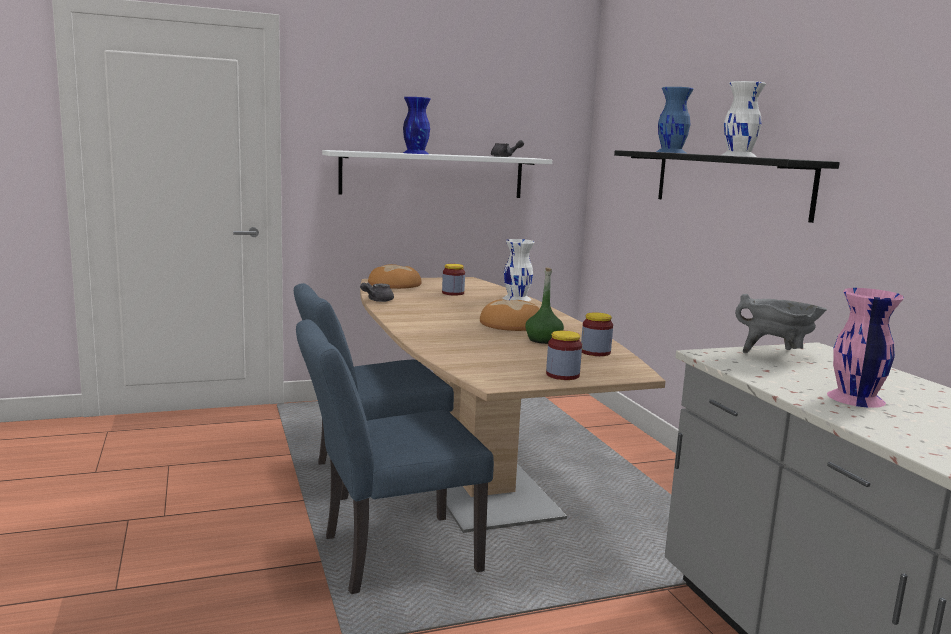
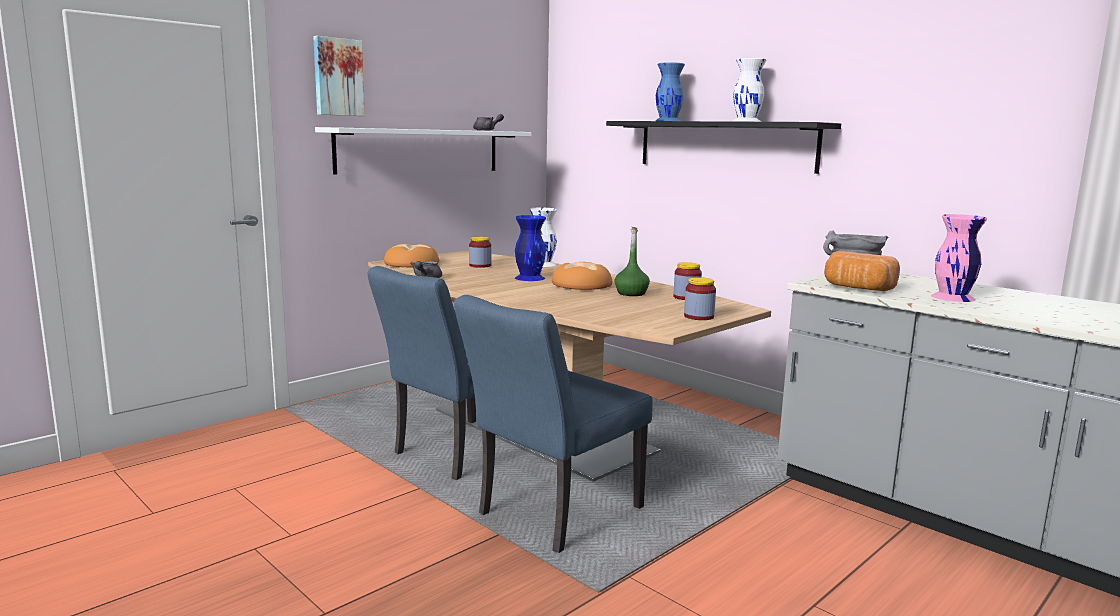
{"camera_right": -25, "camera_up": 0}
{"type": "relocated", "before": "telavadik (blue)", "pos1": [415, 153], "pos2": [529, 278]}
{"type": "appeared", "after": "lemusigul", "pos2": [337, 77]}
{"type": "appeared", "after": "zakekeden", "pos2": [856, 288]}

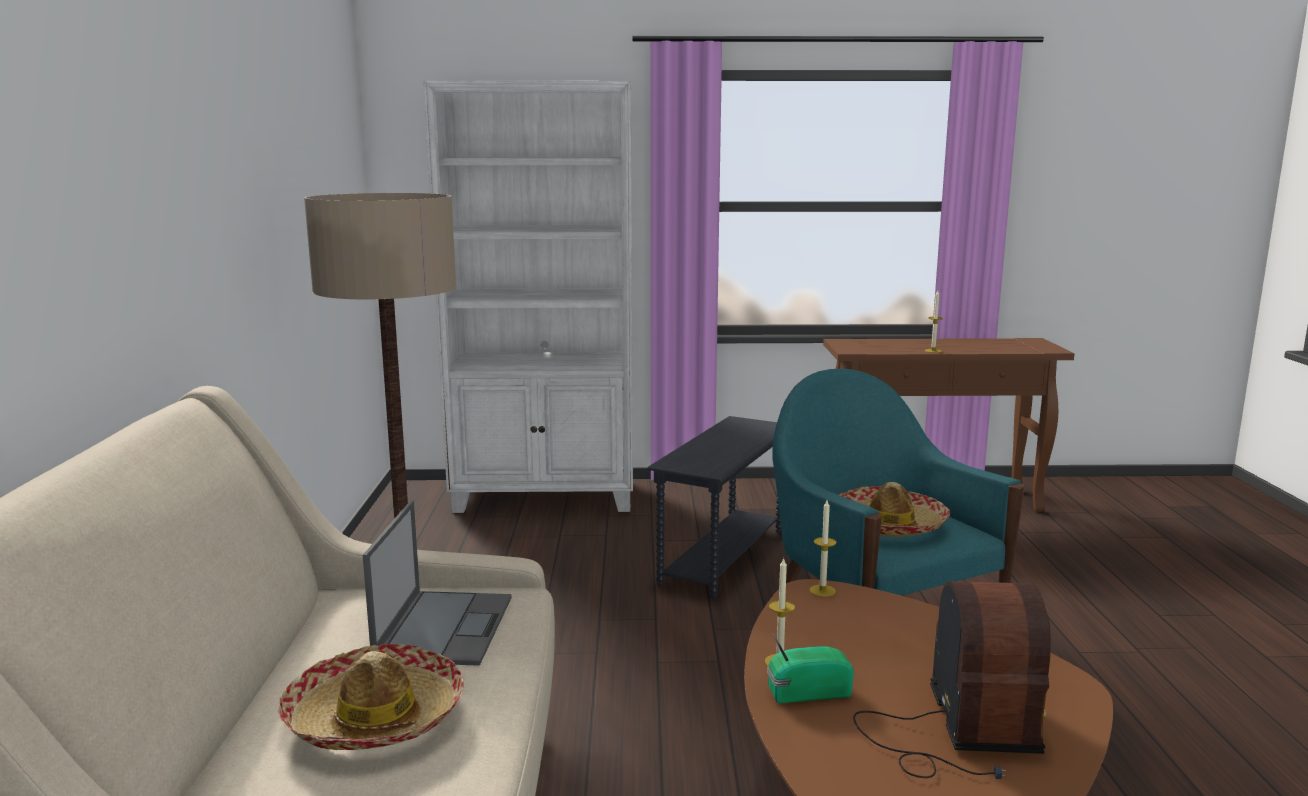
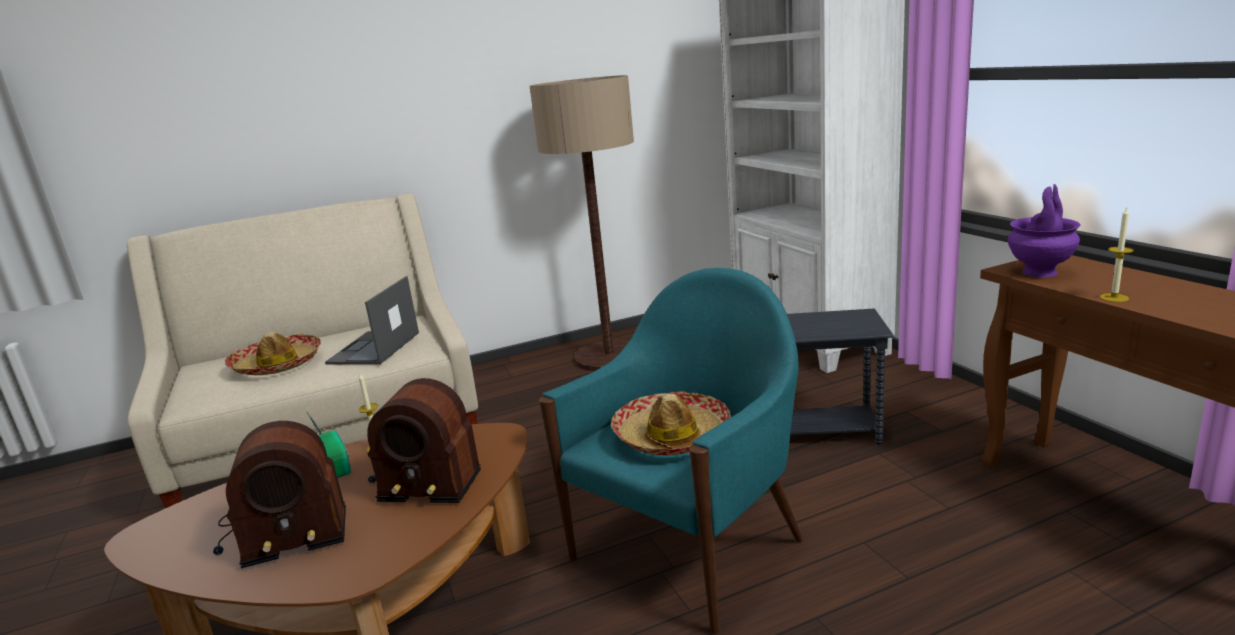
{"camera_right": 70, "camera_up": 5}
{"type": "spun", "before": "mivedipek", "pos1": [445, 627], "pos2": [374, 348], "turn": 120}
{"type": "missing", "before": "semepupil", "pos1": [822, 591]}
{"type": "appeared", "after": "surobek", "pos2": [425, 475]}
{"type": "appeared", "after": "telavadik (purple)", "pos2": [1039, 273]}

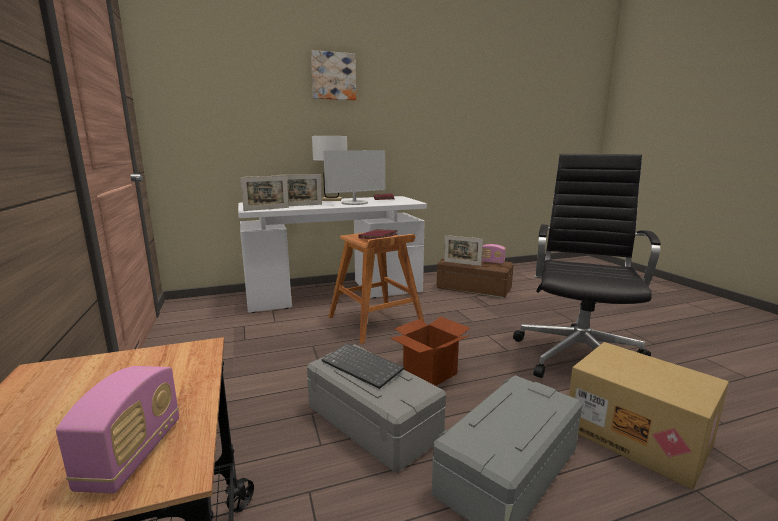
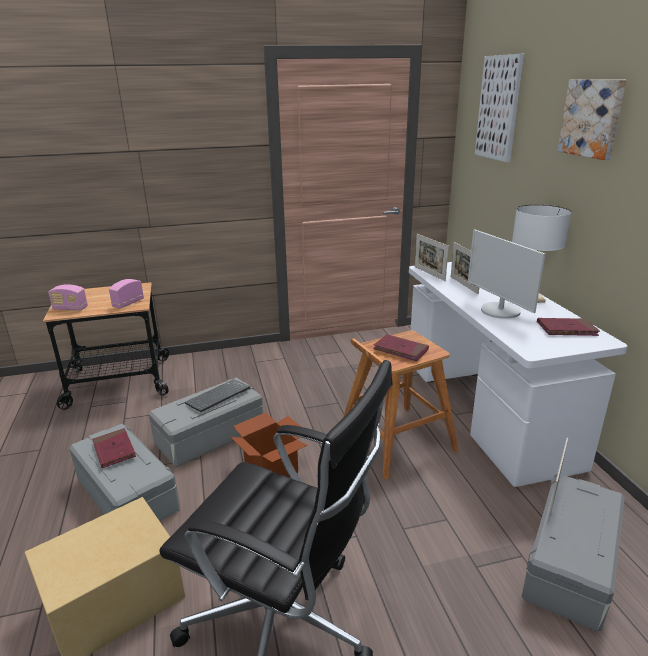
{"camera_right": 95, "camera_up": 10}
{"type": "colour", "before": "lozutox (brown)", "after": "lozutox (grey)", "pos1": [474, 288], "pos2": [571, 565]}
{"type": "relocated", "before": "surobek", "pos1": [491, 262], "pos2": [128, 303]}
{"type": "appeared", "after": "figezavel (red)", "pos2": [114, 450]}
{"type": "appeared", "after": "lemusigul", "pos2": [498, 108]}

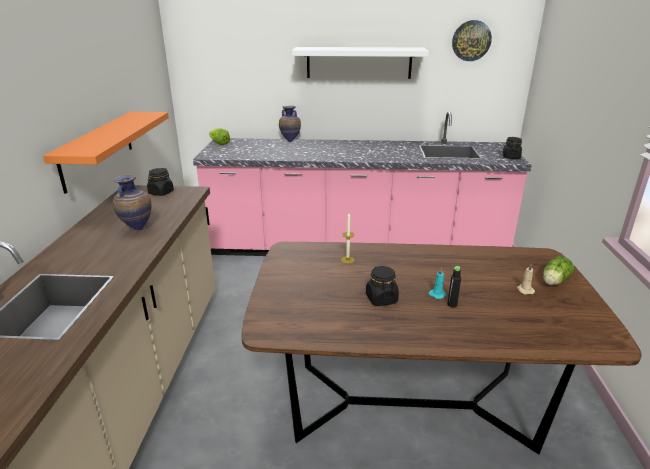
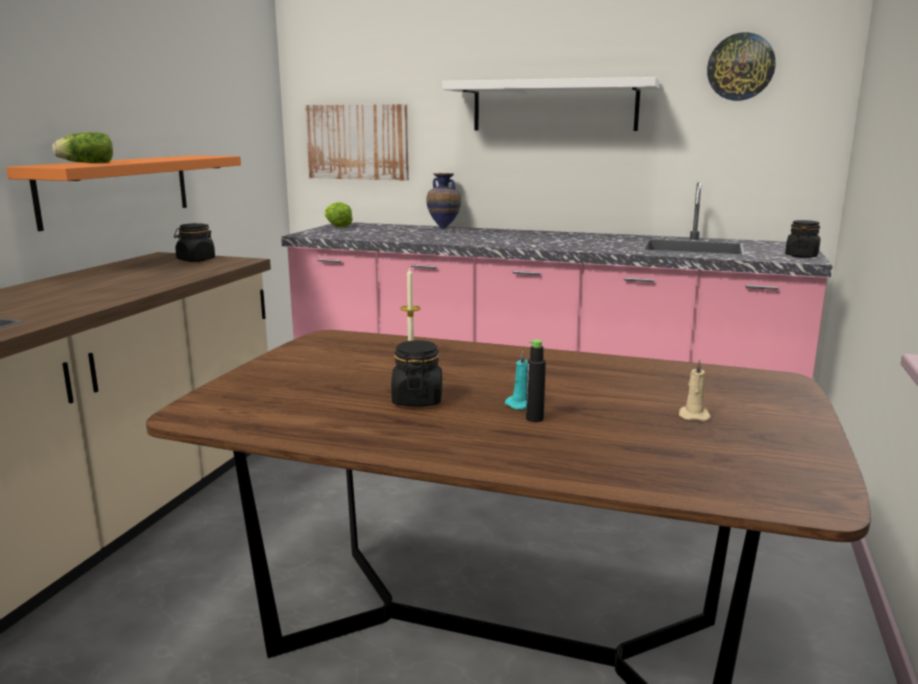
{"camera_right": 15, "camera_up": -10}
{"type": "missing", "before": "telavadik", "pos1": [137, 229]}
{"type": "relocated", "before": "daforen", "pos1": [553, 281], "pos2": [84, 163]}
{"type": "appeared", "after": "lemusigul", "pos2": [358, 142]}

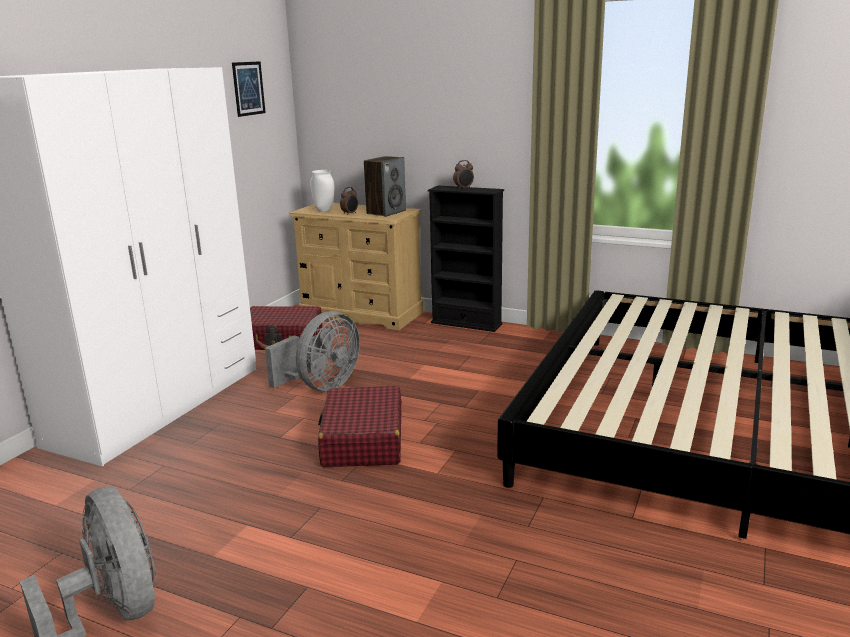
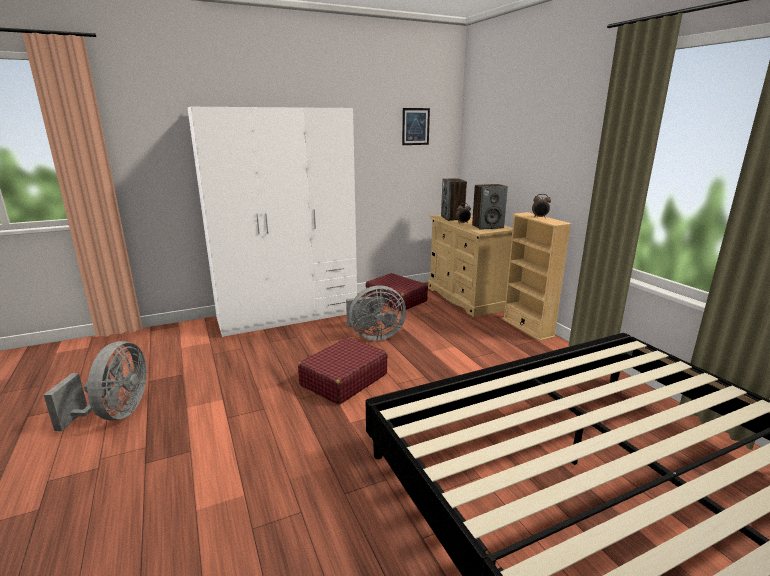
{"camera_right": 40, "camera_up": 0}
{"type": "exchanged", "before": "telavadik (white)", "after": "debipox", "pos1": [324, 210], "pos2": [452, 218]}
{"type": "colour", "before": "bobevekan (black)", "after": "bobevekan (beige)", "pos1": [466, 323], "pos2": [527, 328]}

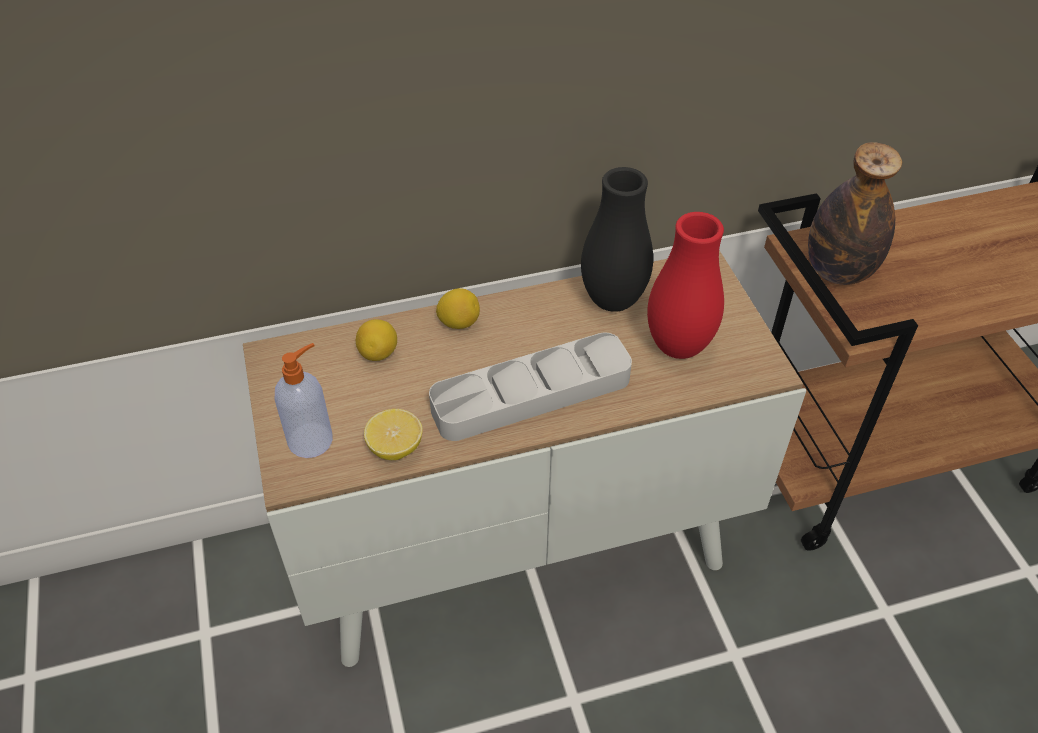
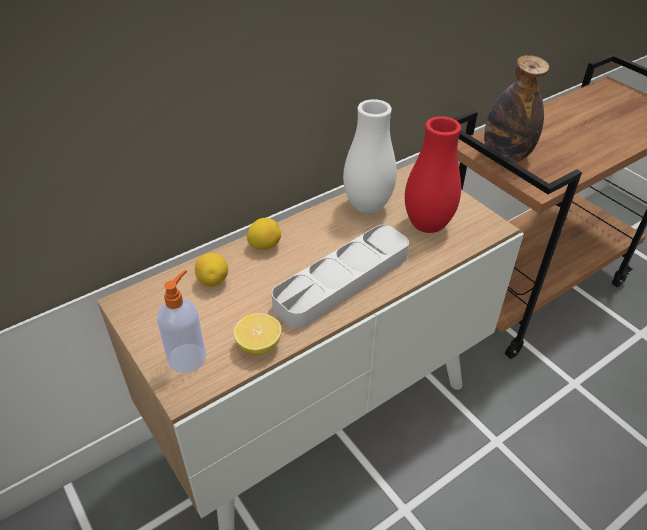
{"camera_right": -20, "camera_up": -5}
{"type": "colour", "before": "telavadik (black)", "after": "telavadik (white)", "pos1": [613, 300], "pos2": [367, 206]}

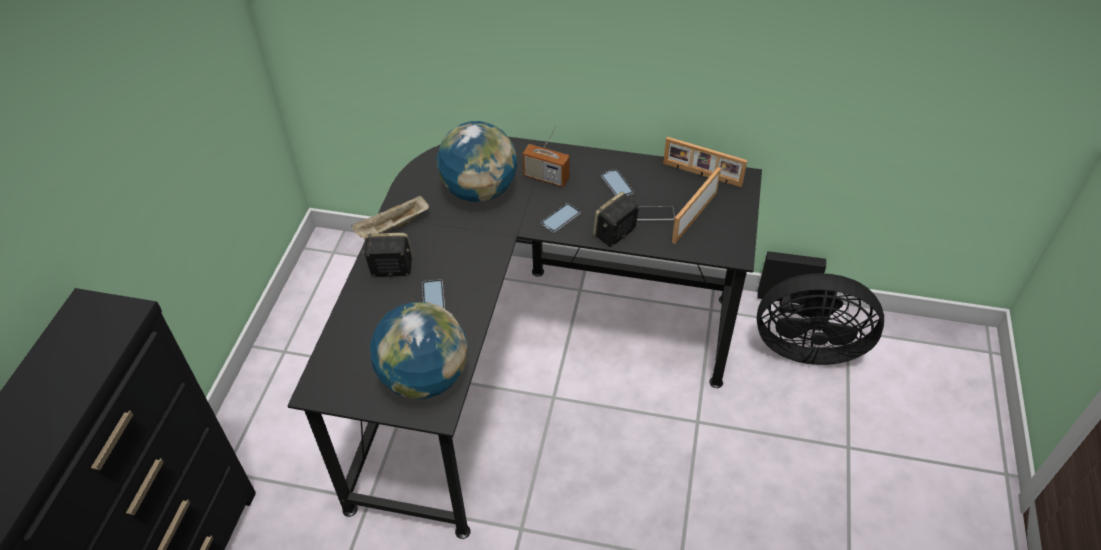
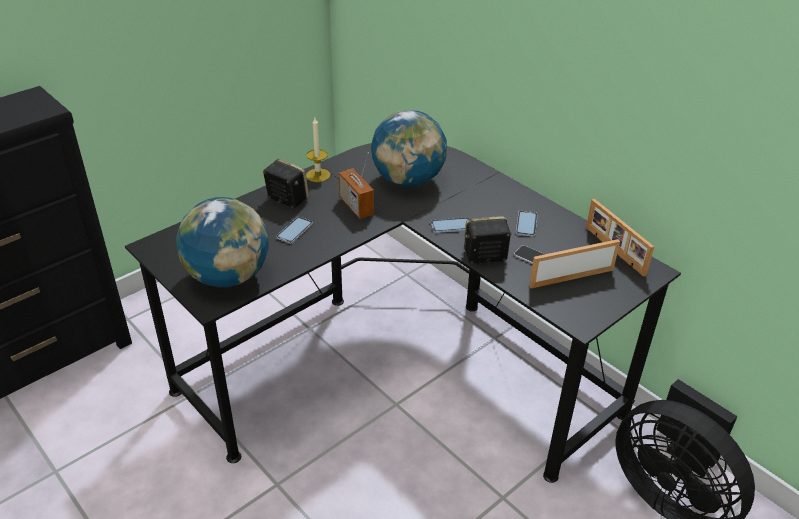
{"camera_right": 35, "camera_up": -10}
{"type": "exchanged", "before": "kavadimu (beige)", "after": "semepupil", "pos1": [392, 228], "pos2": [318, 175]}
{"type": "relocated", "before": "surobek", "pos1": [546, 177], "pos2": [356, 206]}

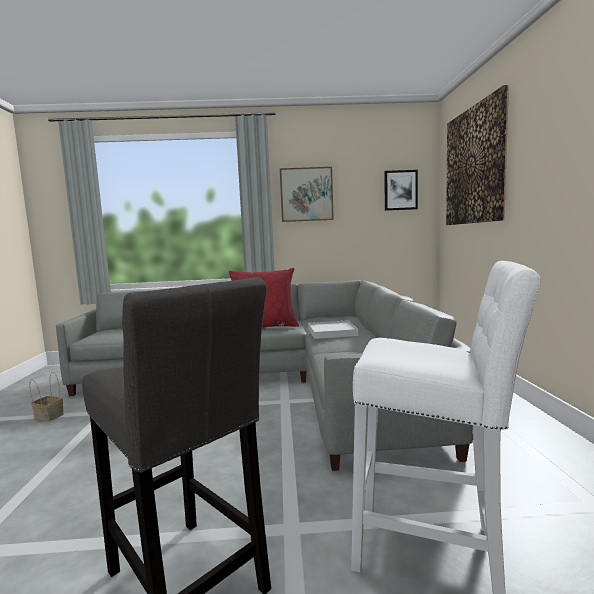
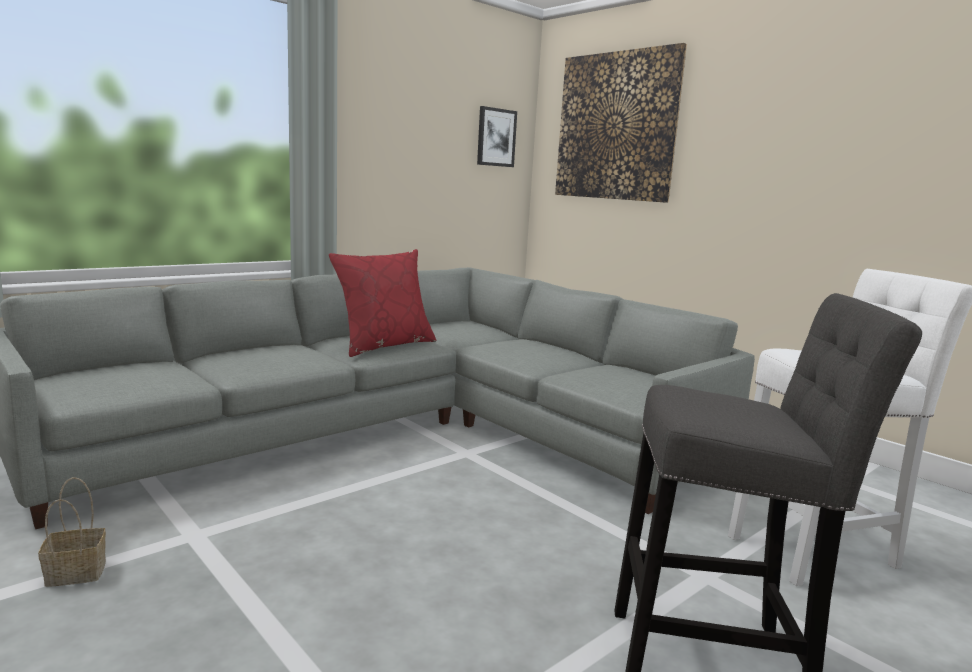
{"camera_right": -40, "camera_up": 5}
{"type": "missing", "before": "lemusigul", "pos1": [306, 194]}
{"type": "missing", "before": "kavadimu (white)", "pos1": [332, 332]}

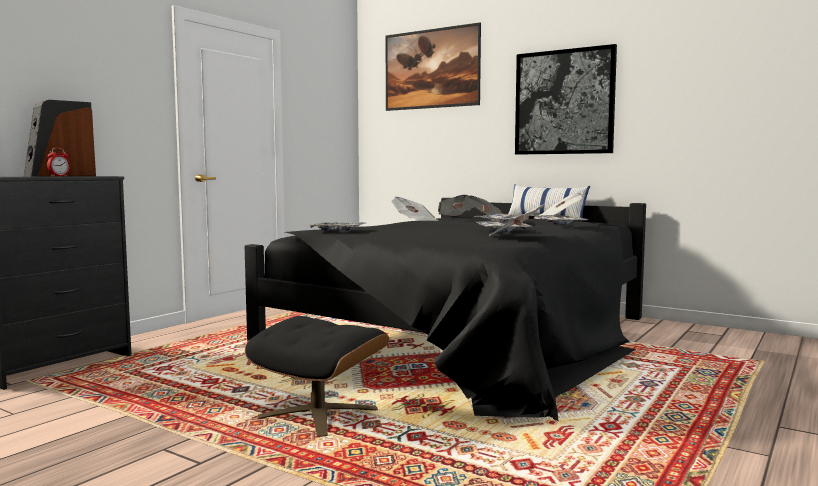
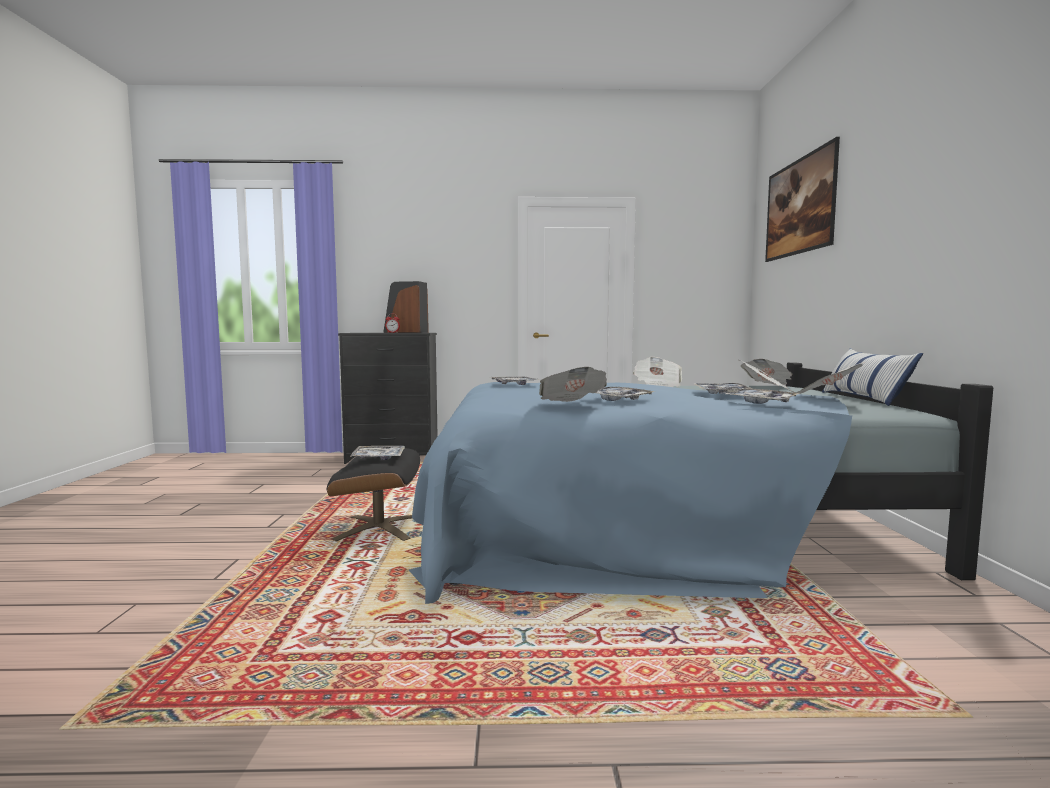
{"camera_right": 55, "camera_up": 0}
{"type": "colour", "before": "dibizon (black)", "after": "dibizon (blue)", "pos1": [472, 339], "pos2": [656, 523]}
{"type": "missing", "before": "lemusigul", "pos1": [564, 102]}
{"type": "appeared", "after": "kavadimu", "pos2": [378, 458]}

